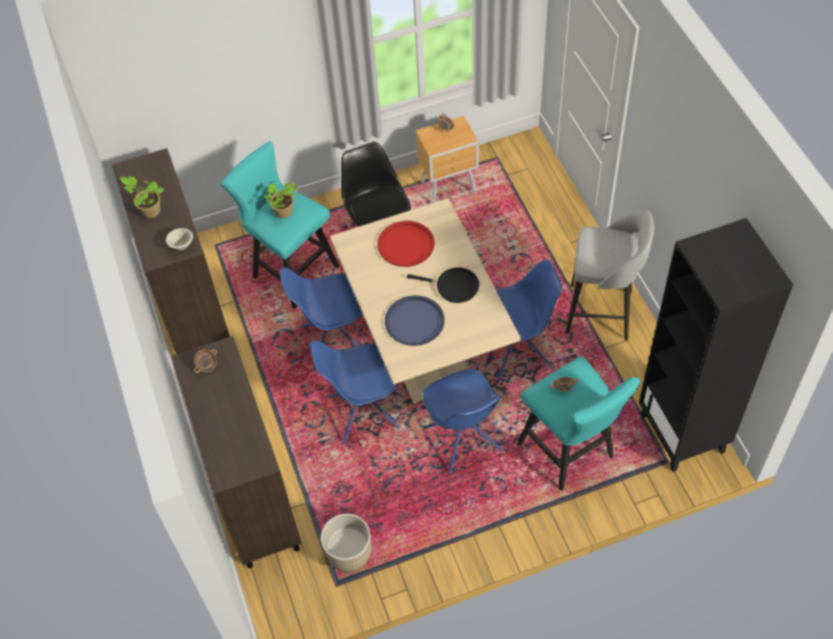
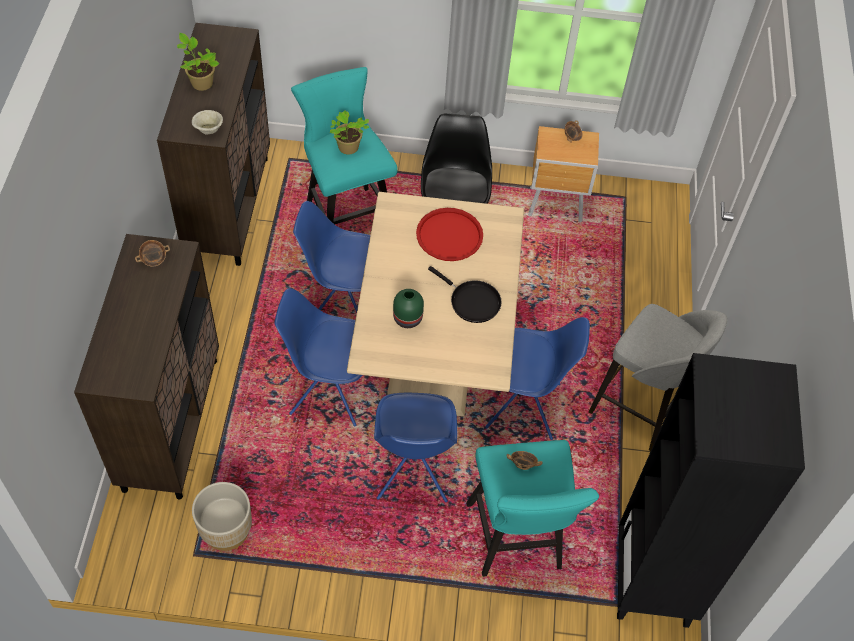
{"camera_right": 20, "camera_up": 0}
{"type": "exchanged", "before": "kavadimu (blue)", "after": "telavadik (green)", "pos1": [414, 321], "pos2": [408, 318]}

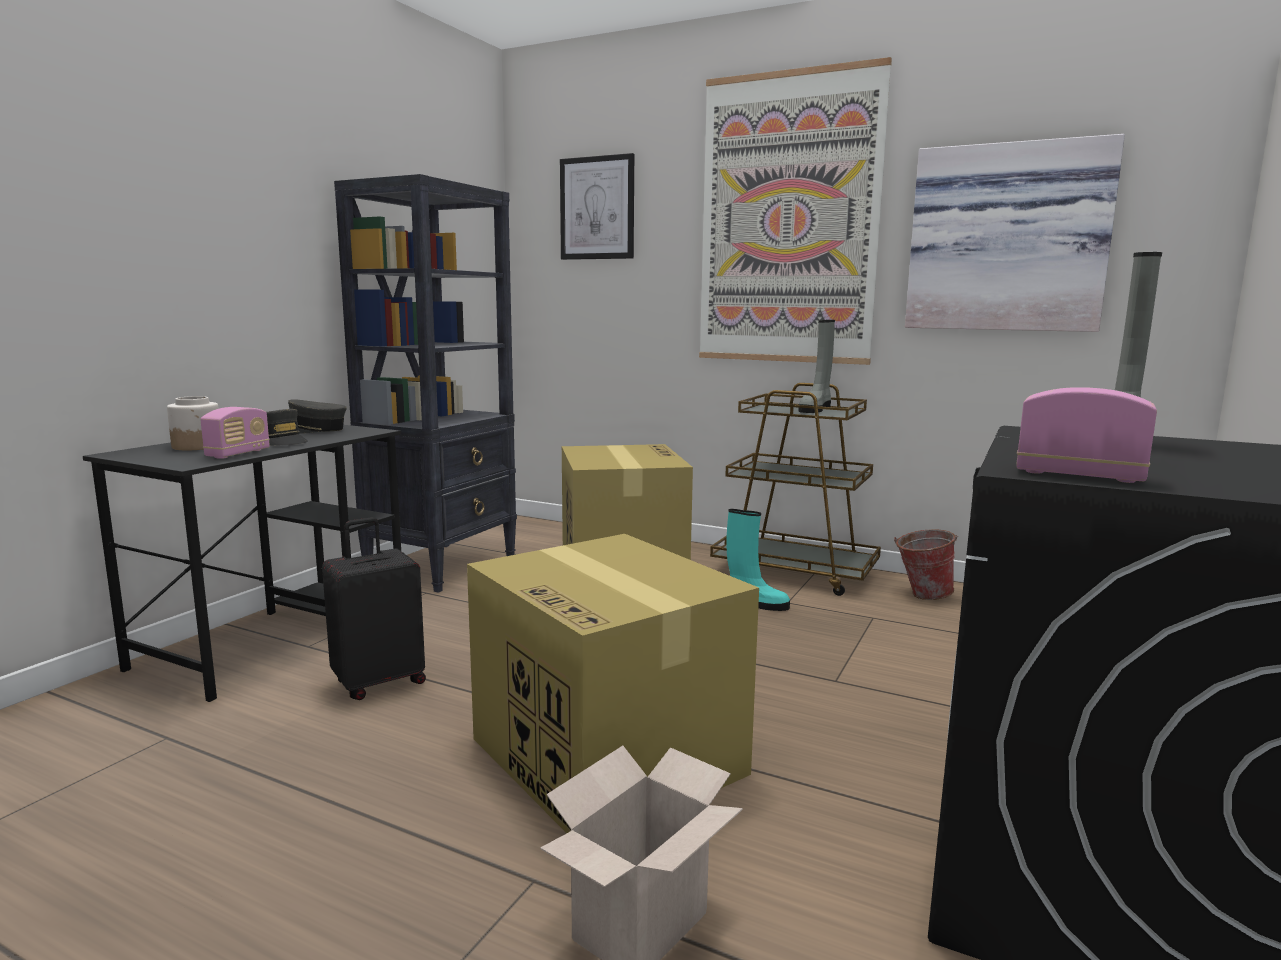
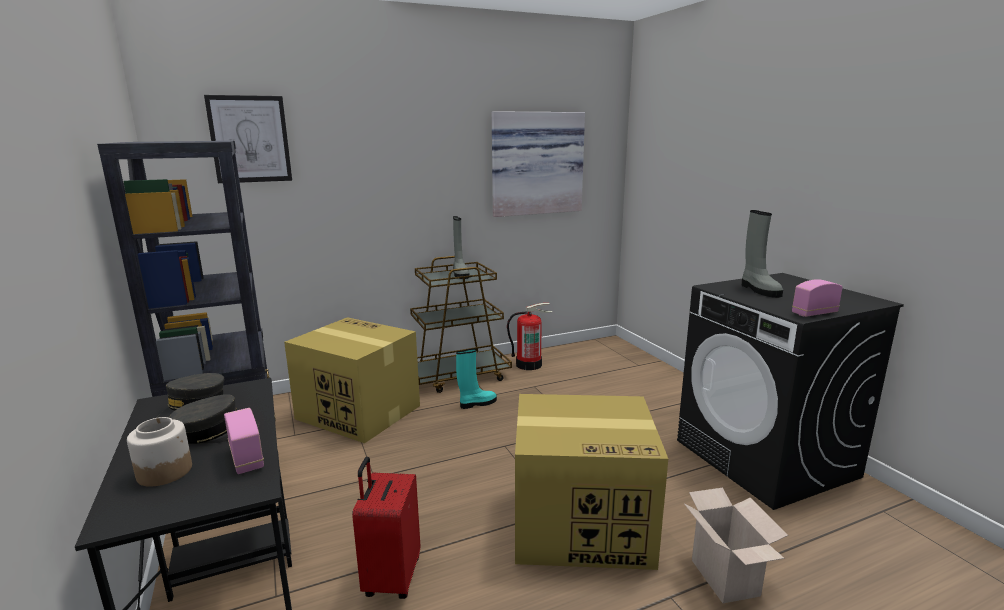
{"camera_right": -50, "camera_up": 5}
{"type": "colour", "before": "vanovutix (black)", "after": "vanovutix (red)", "pos1": [379, 682], "pos2": [391, 578]}
{"type": "missing", "before": "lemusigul", "pos1": [788, 220]}
{"type": "exchanged", "before": "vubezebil", "after": "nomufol", "pos1": [921, 595], "pos2": [529, 364]}

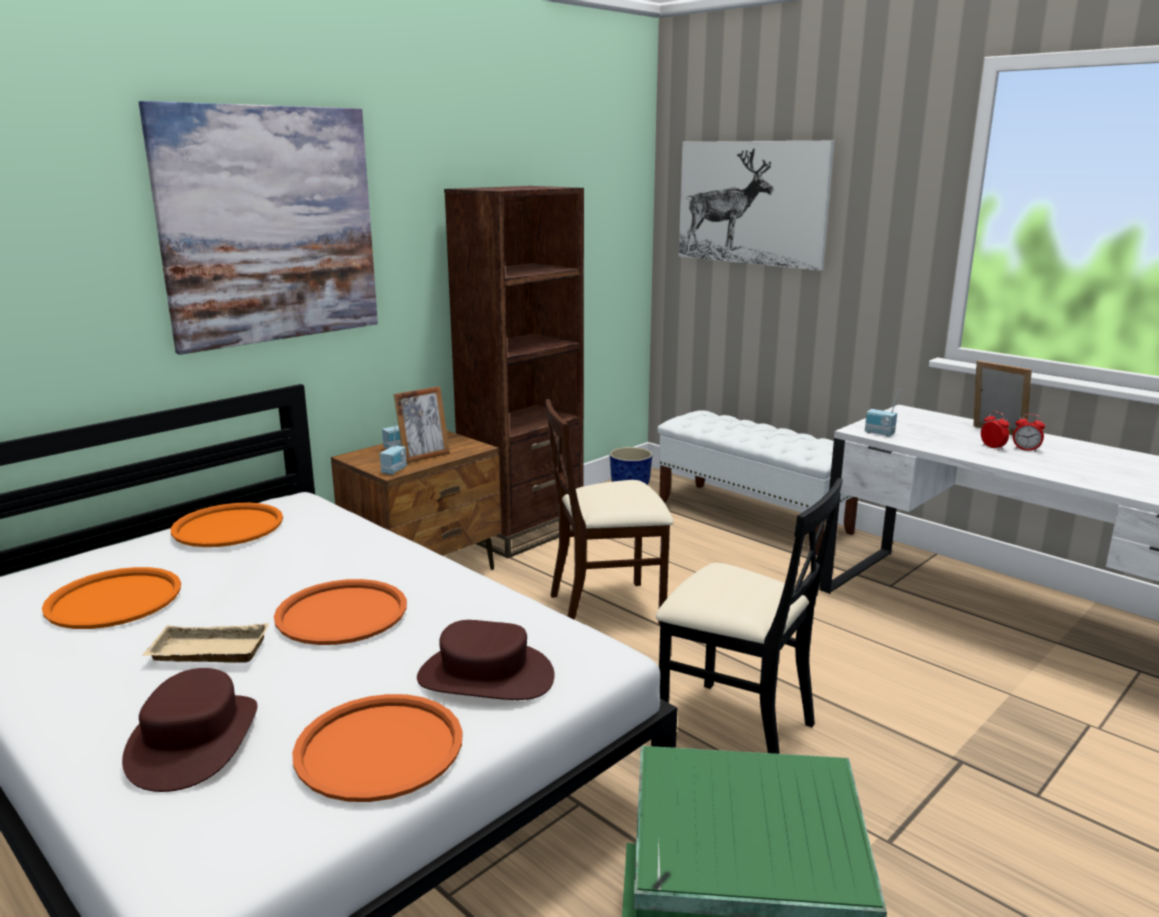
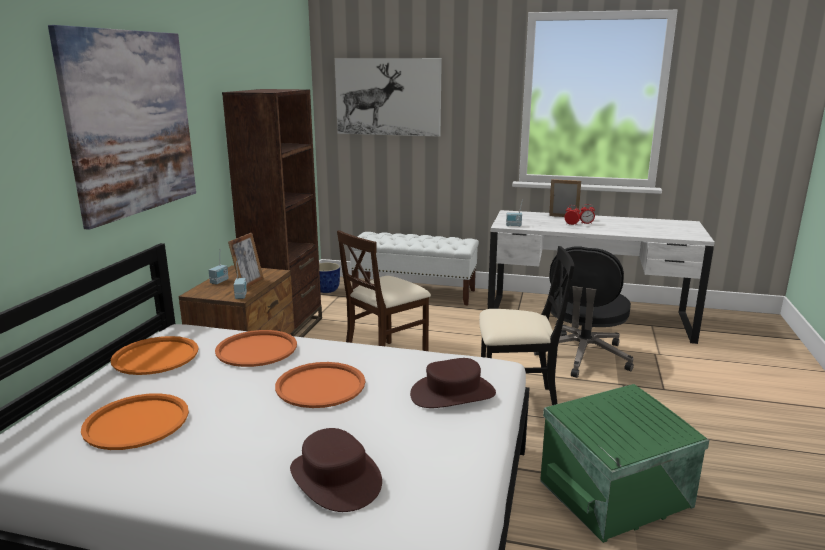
{"camera_right": -30, "camera_up": 0}
{"type": "missing", "before": "kavadimu (beige)", "pos1": [206, 653]}
{"type": "relocated", "before": "kavadimu (orange)", "pos1": [379, 748], "pos2": [256, 349]}
{"type": "appeared", "after": "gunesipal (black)", "pos2": [583, 357]}

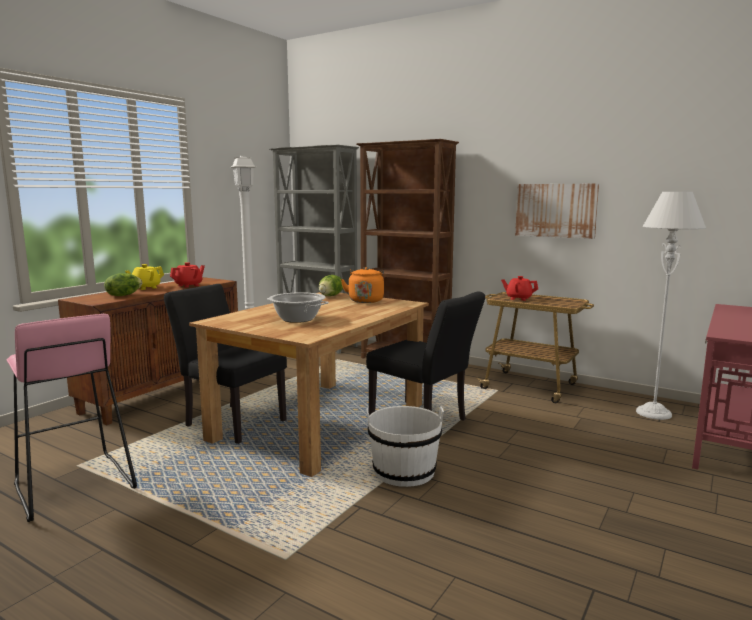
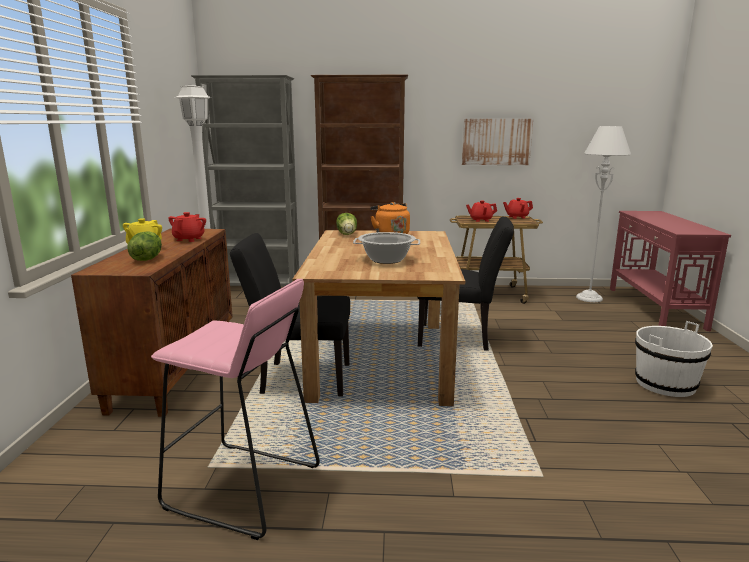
{"camera_right": -30, "camera_up": 5}
{"type": "relocated", "before": "vubezebil (white)", "pos1": [404, 472], "pos2": [665, 384]}
{"type": "appeared", "after": "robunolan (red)", "pos2": [516, 217]}

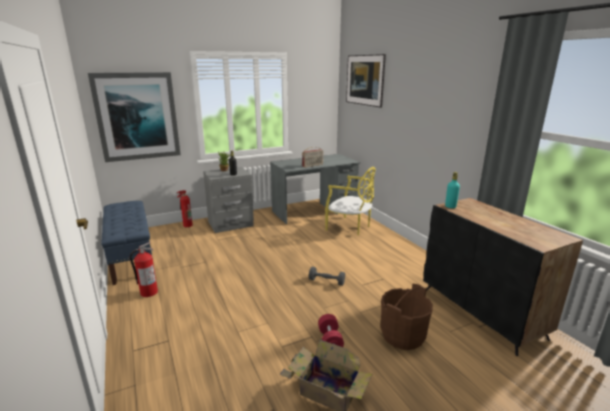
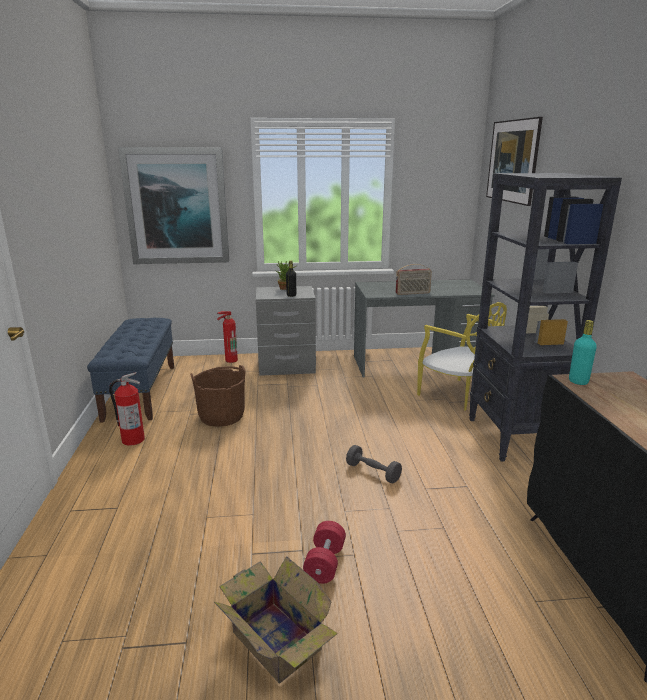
{"camera_right": 20, "camera_up": 0}
{"type": "relocated", "before": "vubezebil (brown)", "pos1": [402, 335], "pos2": [221, 416]}
{"type": "appeared", "after": "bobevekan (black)", "pos2": [514, 438]}

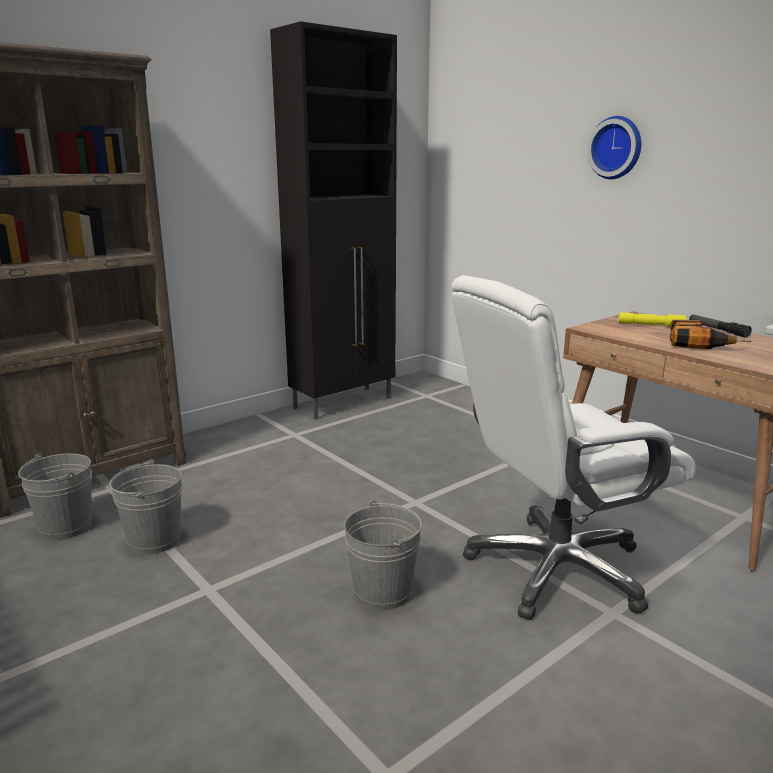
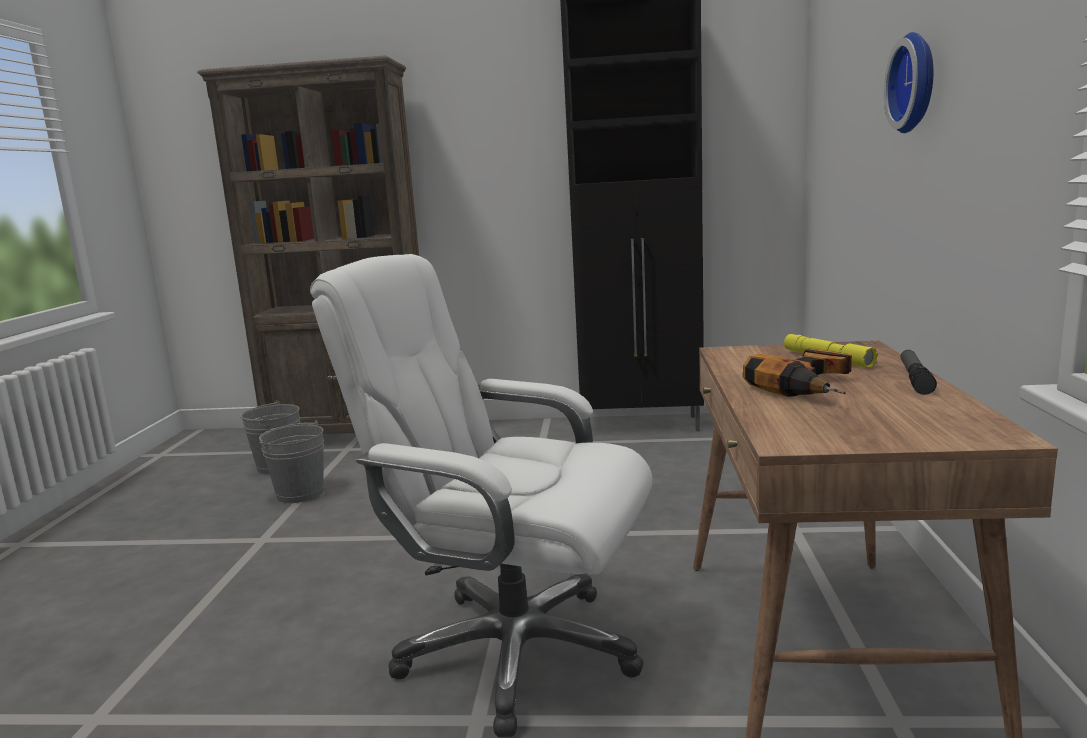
{"camera_right": 45, "camera_up": -5}
{"type": "missing", "before": "vubezebil (grey)", "pos1": [382, 592]}

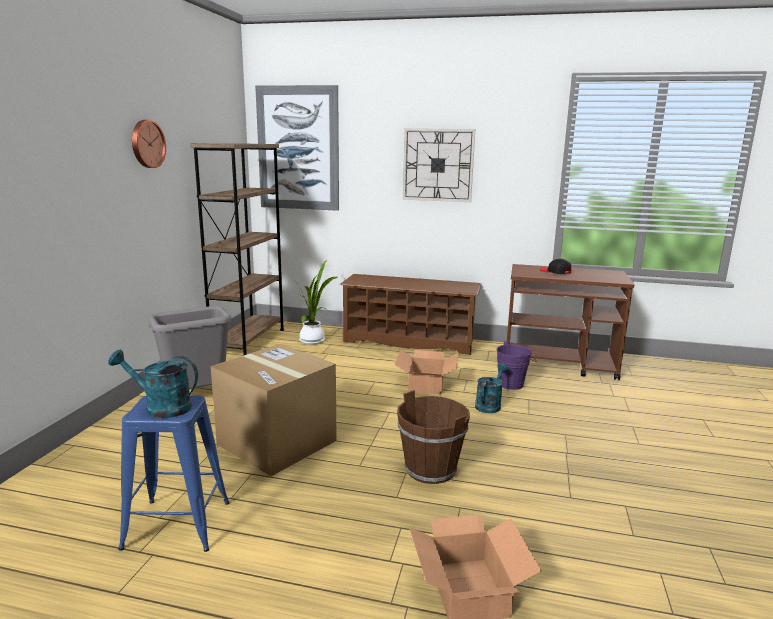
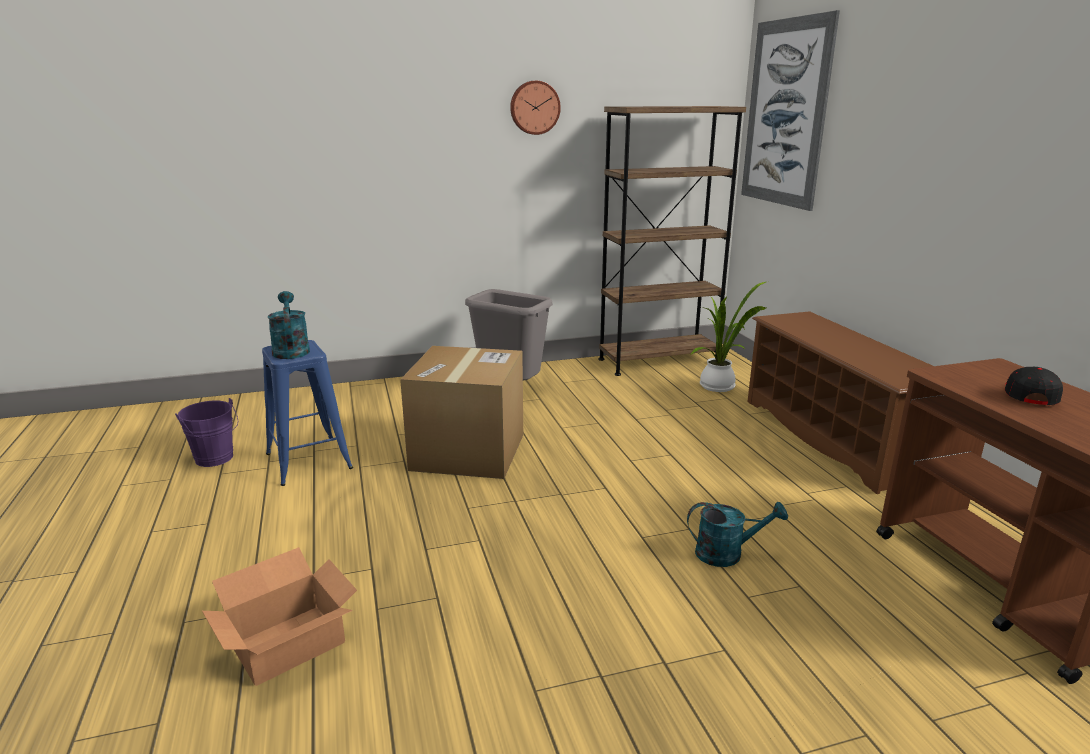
{"camera_right": 60, "camera_up": 5}
{"type": "missing", "before": "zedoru", "pos1": [427, 384]}
{"type": "missing", "before": "vubezebil (brown)", "pos1": [431, 469]}
{"type": "missing", "before": "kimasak", "pos1": [438, 165]}
{"type": "relocated", "before": "vubezebil (purple)", "pos1": [513, 384], "pos2": [216, 459]}

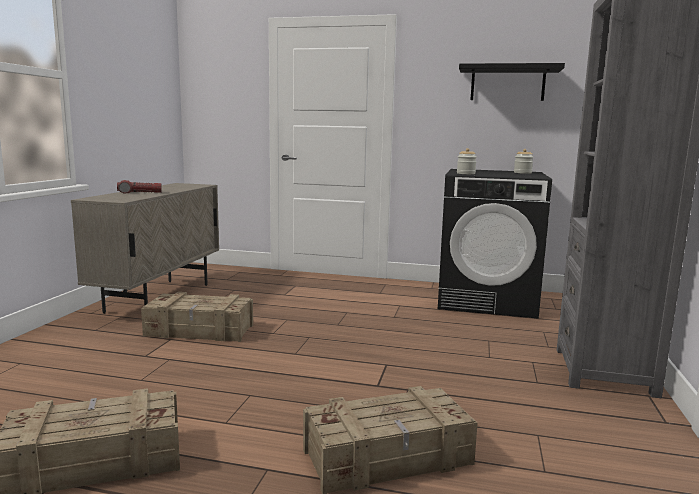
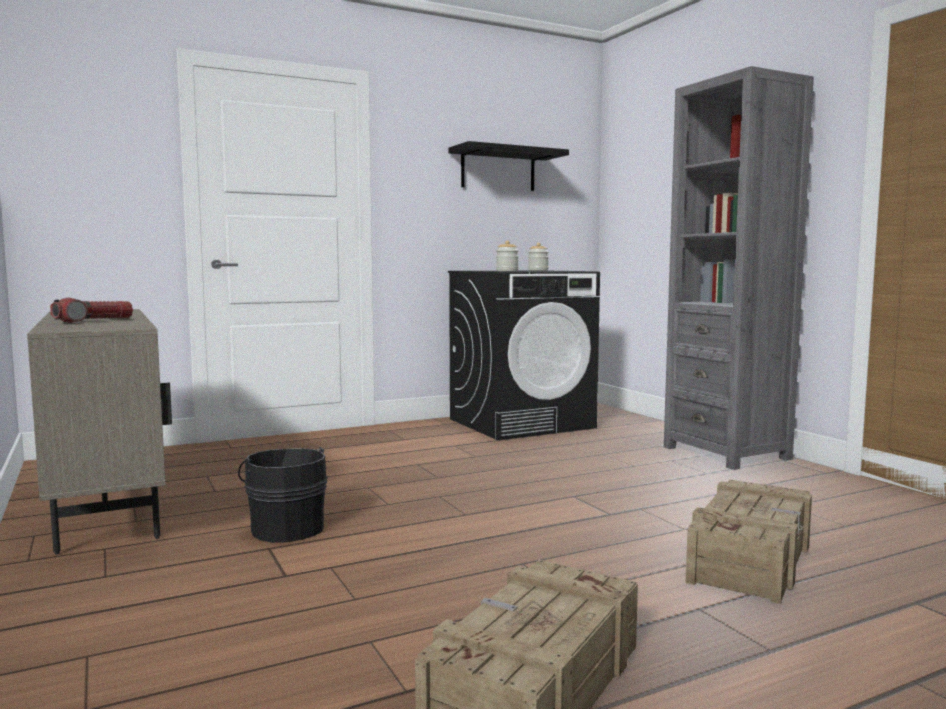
{"camera_right": -40, "camera_up": -5}
{"type": "exchanged", "before": "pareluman", "after": "vubezebil (black)", "pos1": [200, 331], "pos2": [286, 528]}

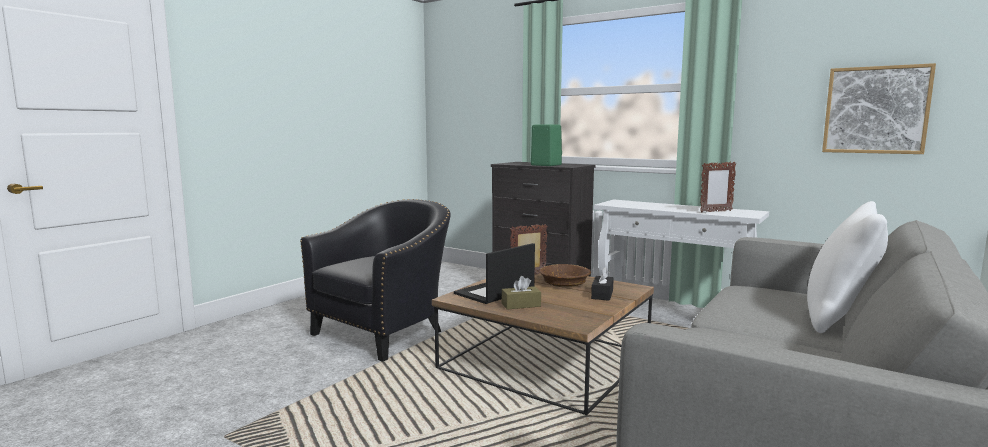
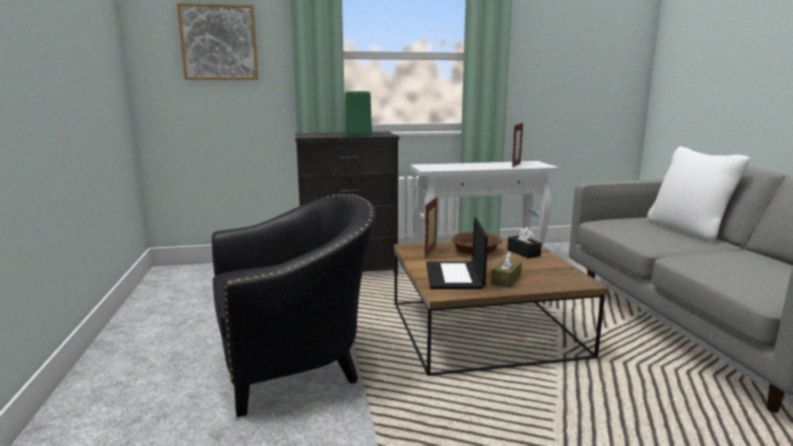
{"camera_right": -45, "camera_up": 5}
{"type": "spun", "before": "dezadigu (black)", "pos1": [385, 332], "pos2": [297, 364], "turn": 75}
{"type": "relocated", "before": "lemusigul", "pos1": [875, 110], "pos2": [219, 42]}

